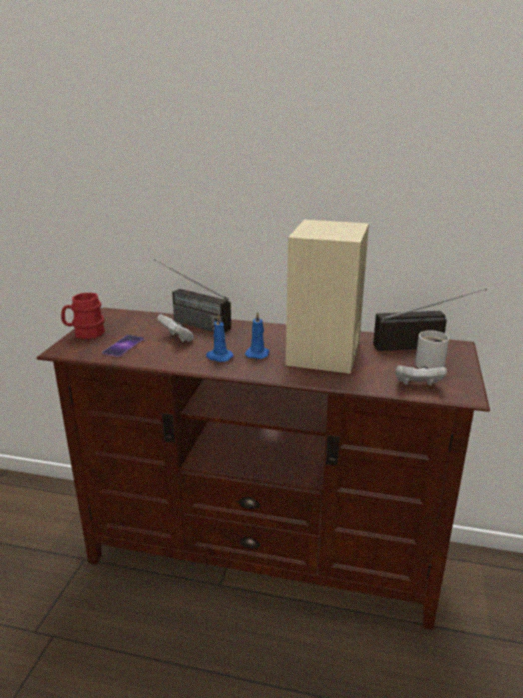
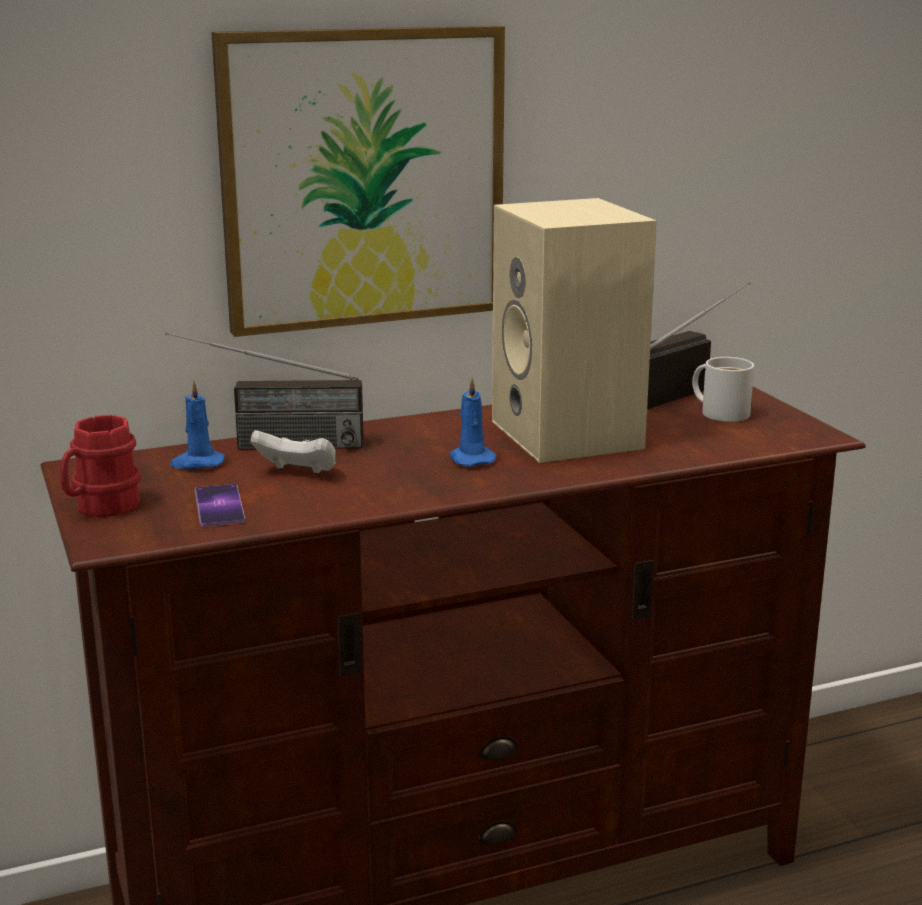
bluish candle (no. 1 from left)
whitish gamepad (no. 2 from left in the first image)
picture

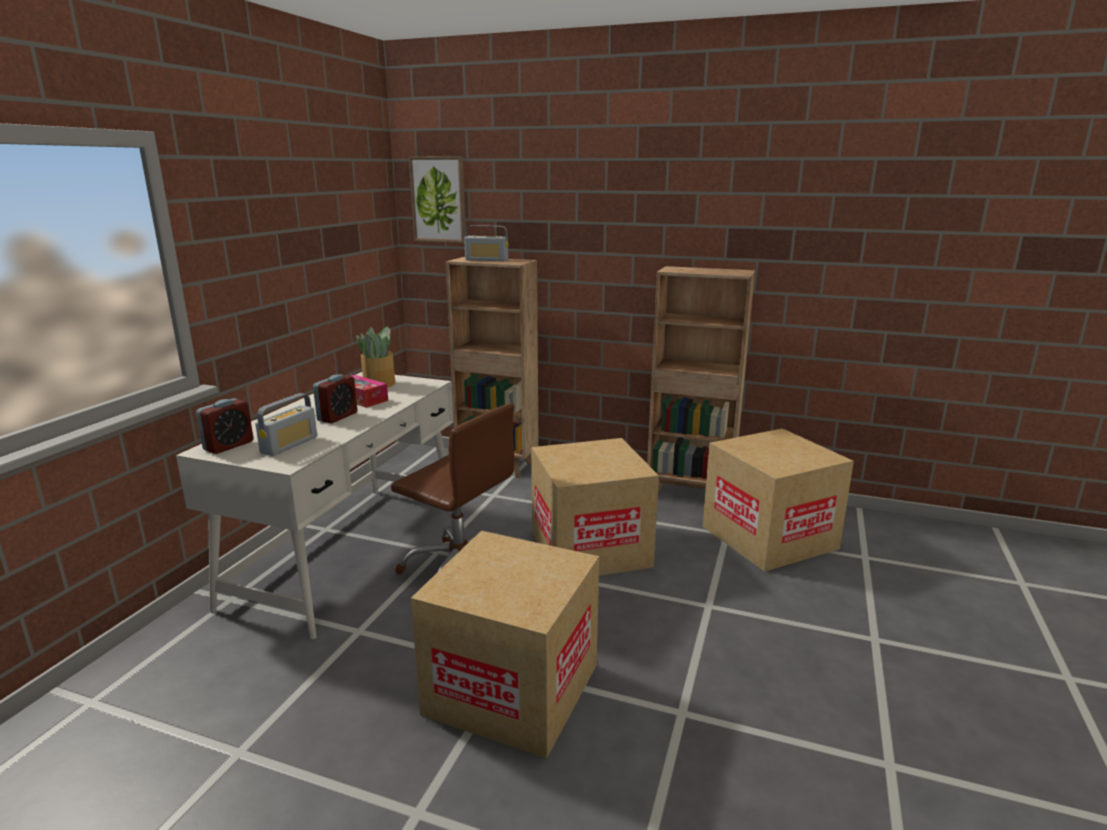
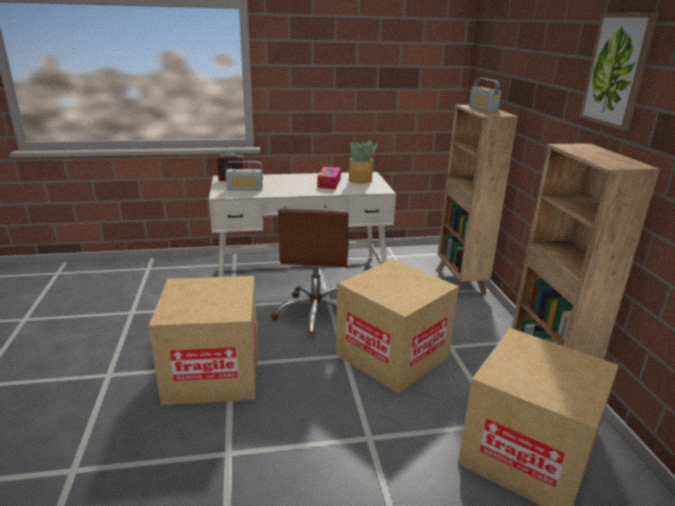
picture
alarm clock (no. 2 from left in the first image)

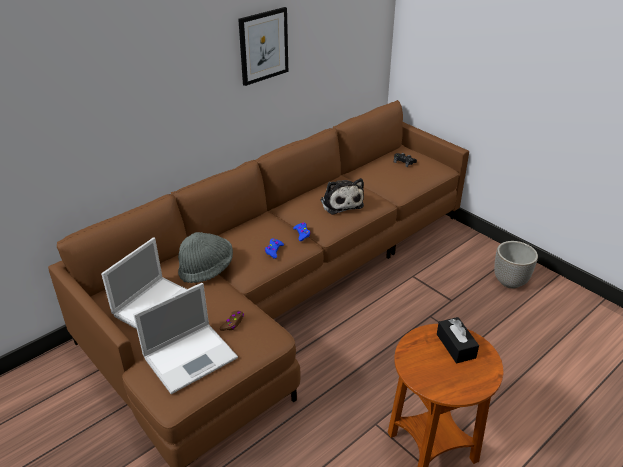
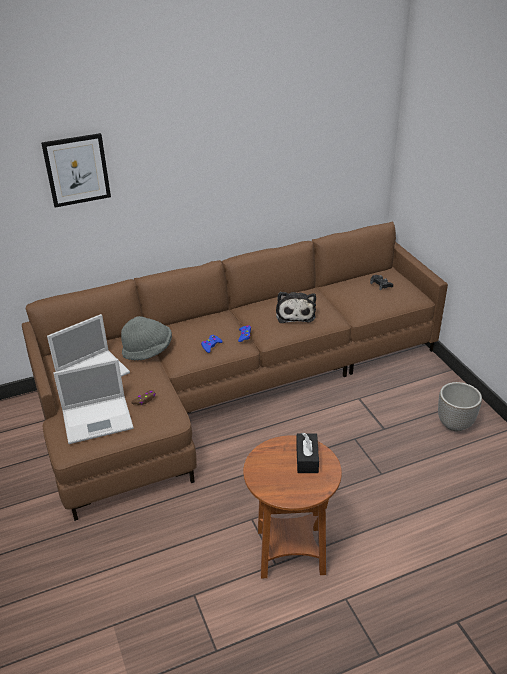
picture

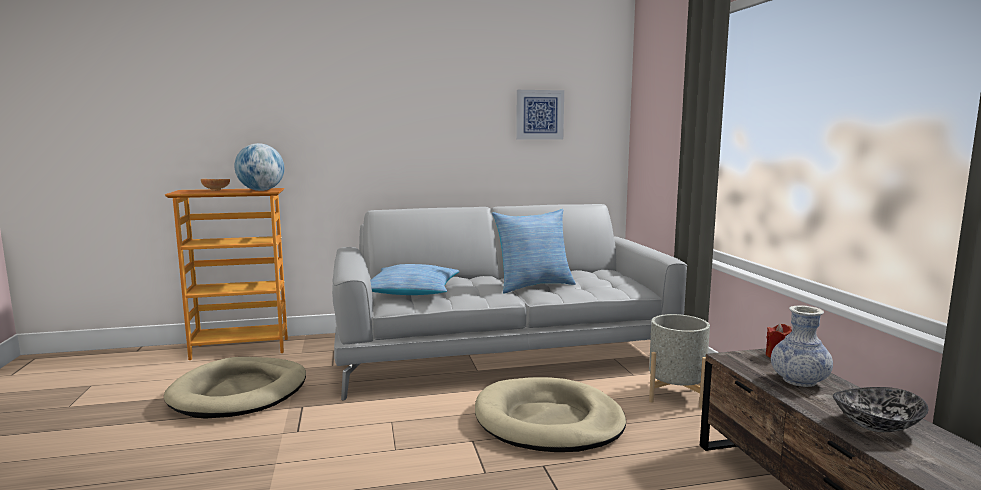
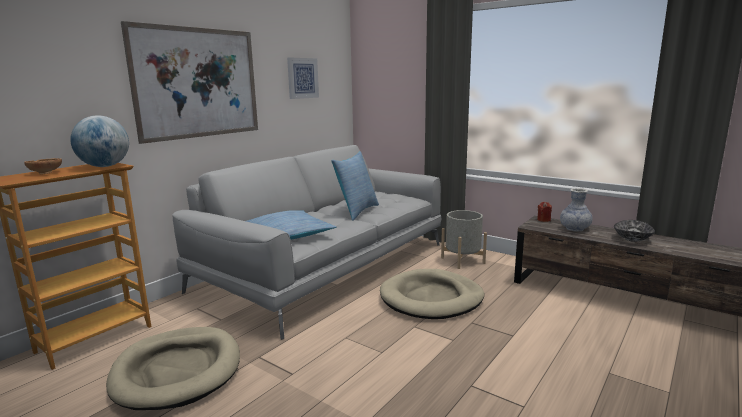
picture (no. 1 from left)

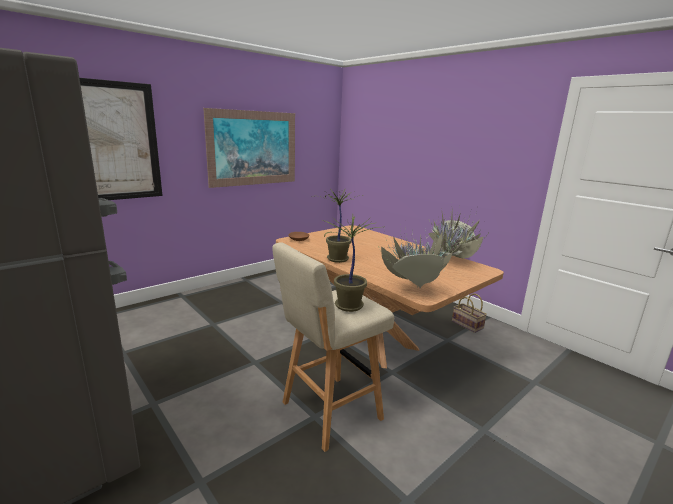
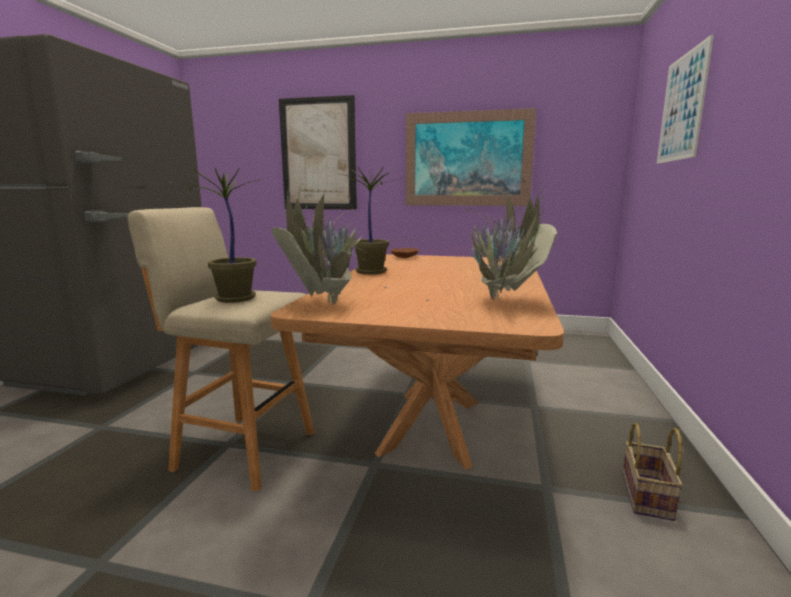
picture (no. 3 from left)

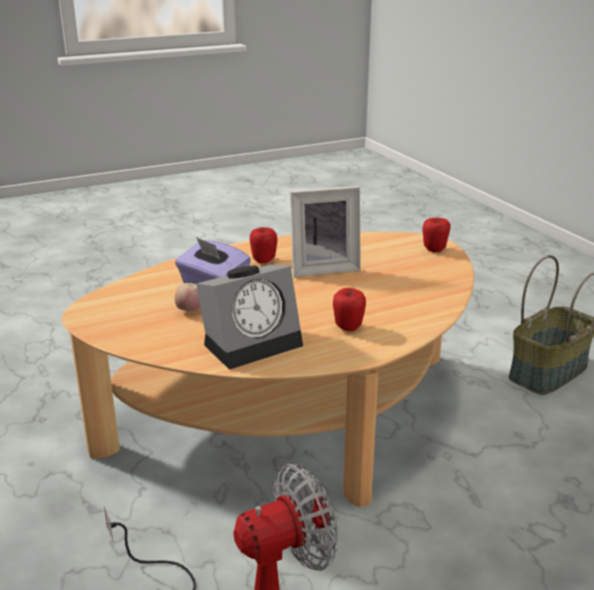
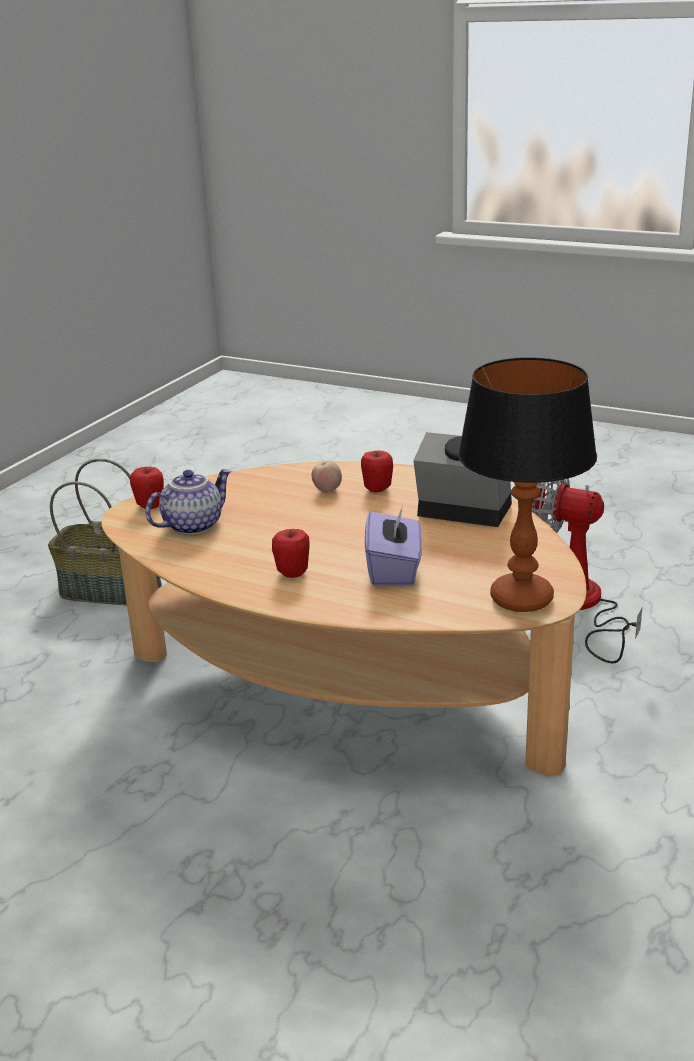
standing frame
apple (no. 3 from left)
tabletop lamp
pot for tea

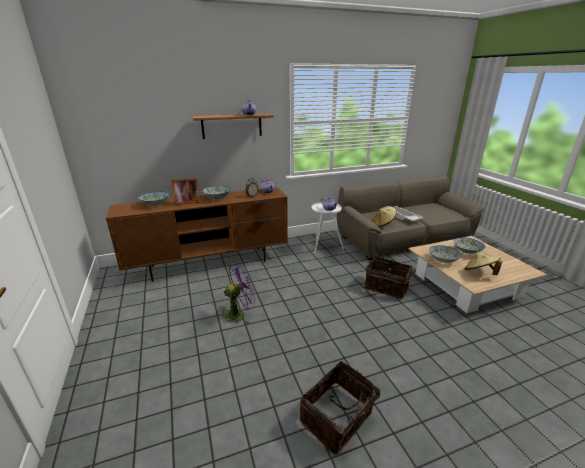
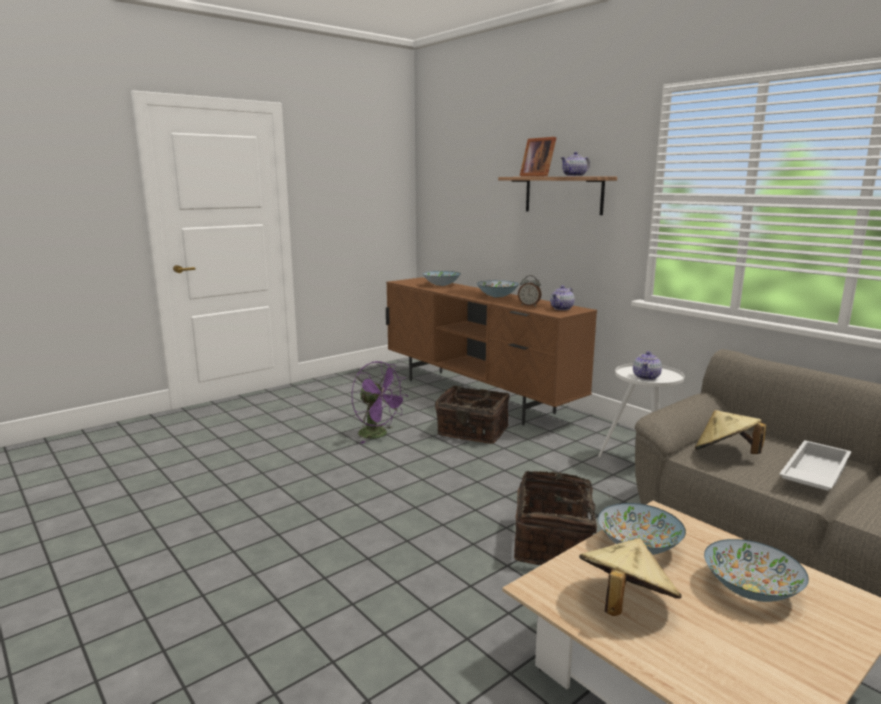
standing frame
household basket (no. 1 from left)

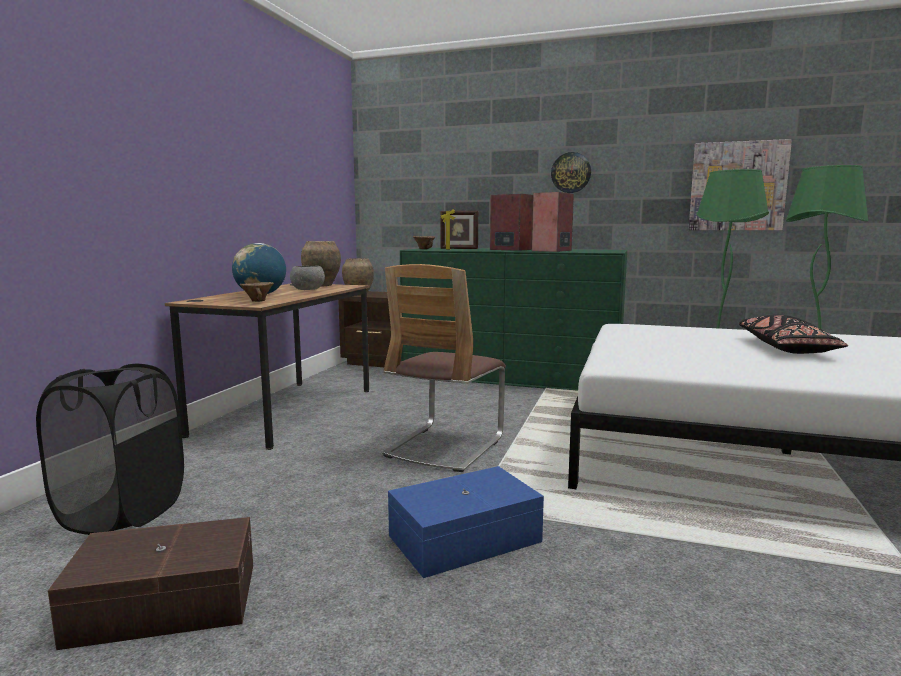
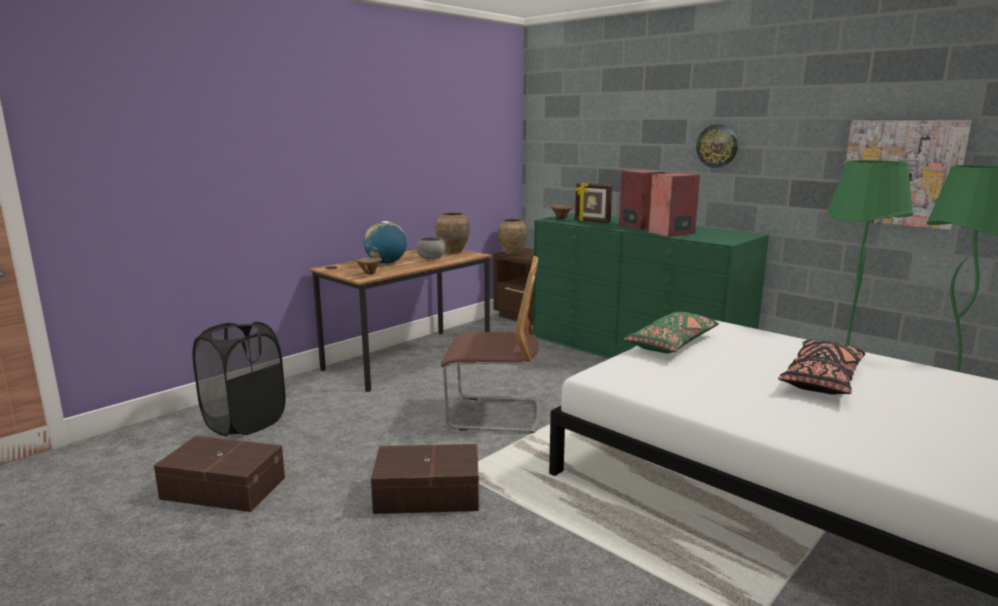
chair
brown storage container (no. 2 from left)
green-coloured pillow

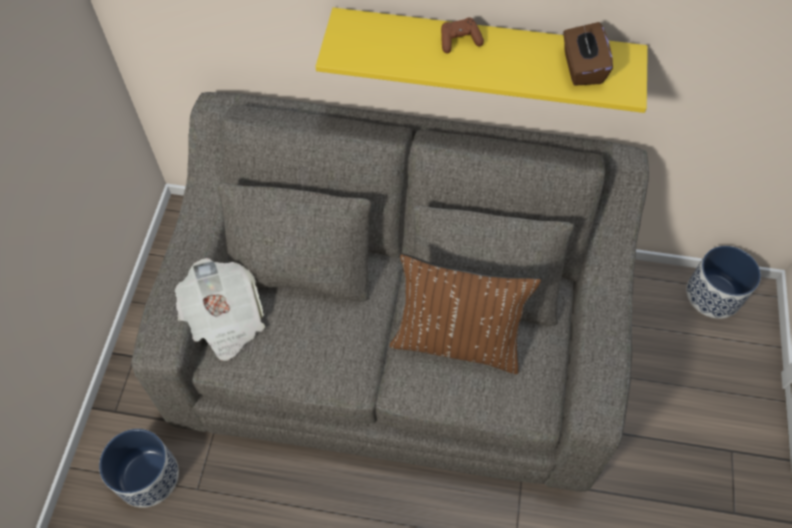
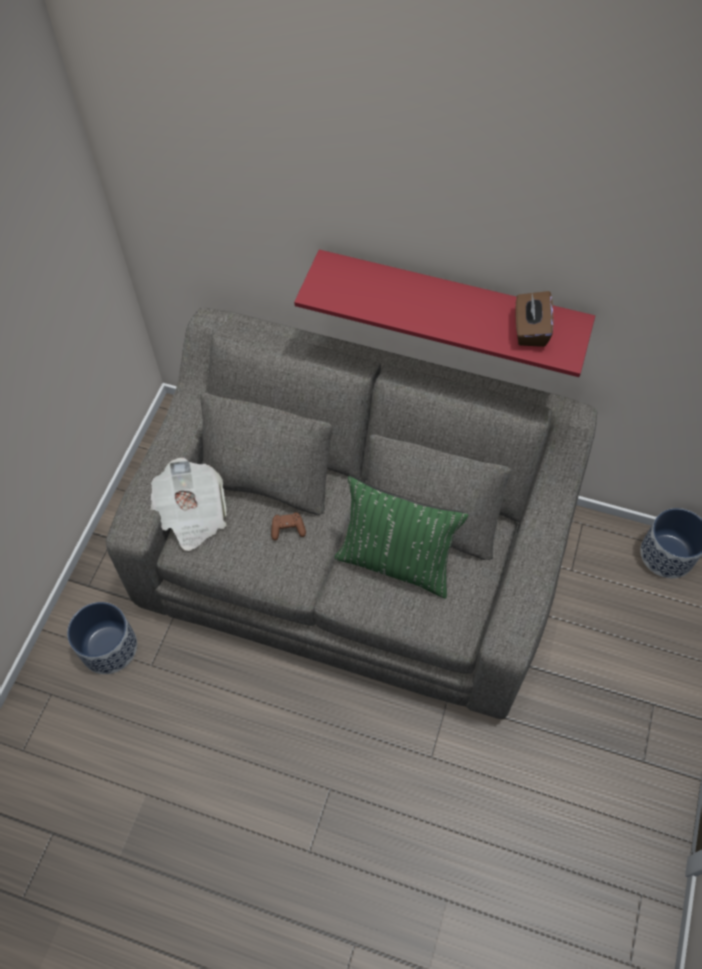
red-coloured wall shelf
brown gamepad
green-coloured pillow

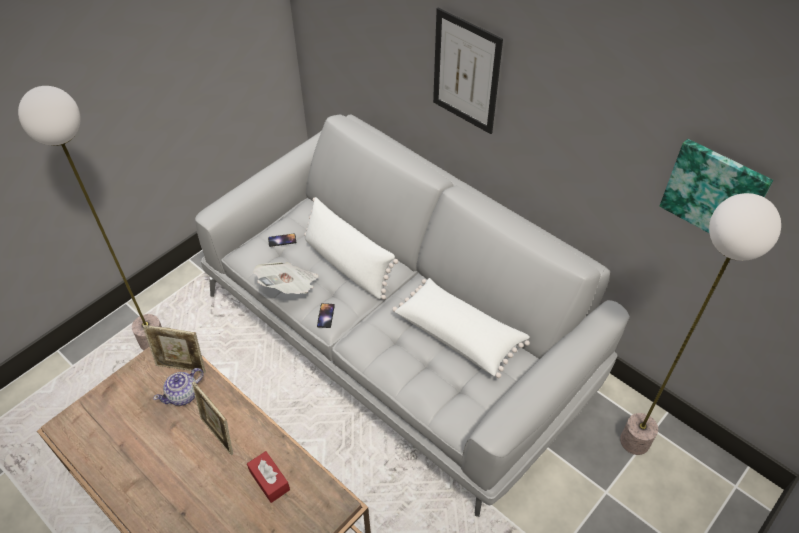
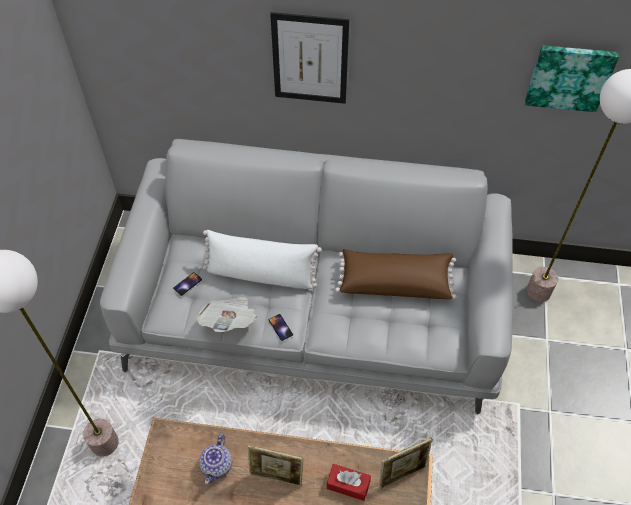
brown pillow
standing frame (no. 2 from left)

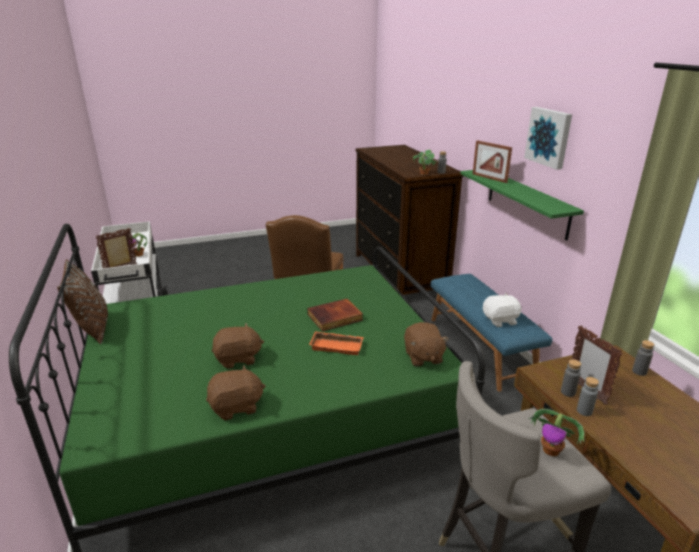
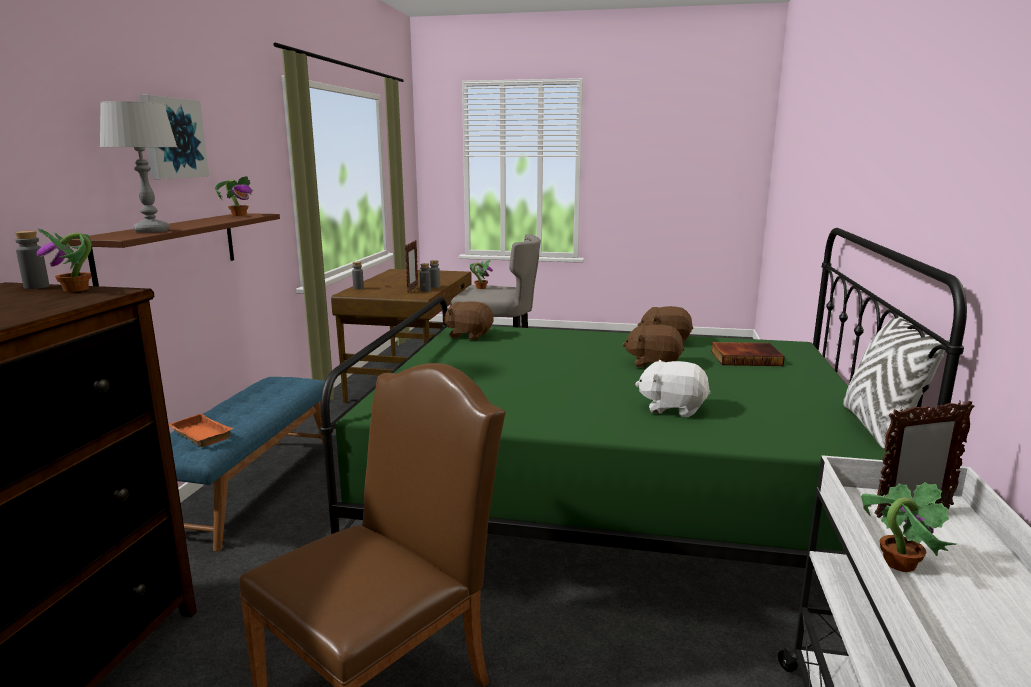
greyish tabletop lamp
brown wall shelf
whitish pillow
whitish cuddly toy
bound book
brown cuddly toy (no. 1 from left)
orangey carrying tray
houseplant (no. 2 from left)

